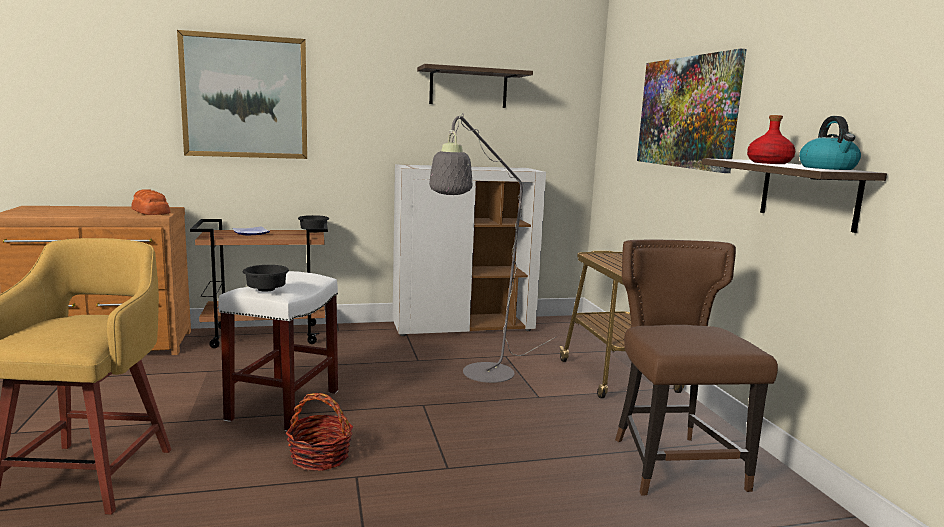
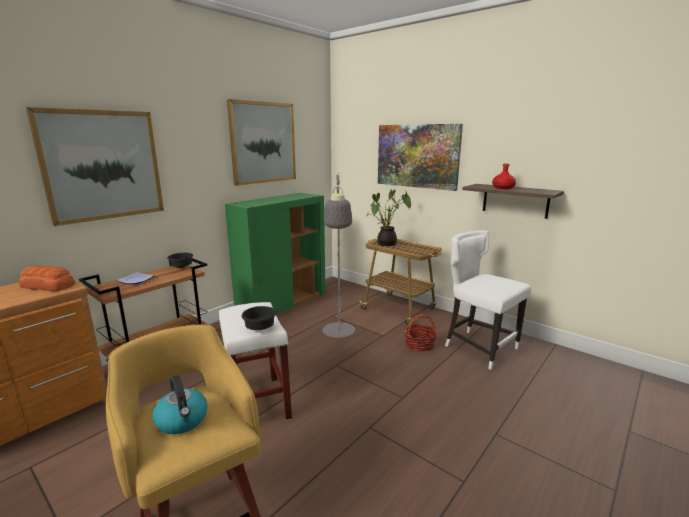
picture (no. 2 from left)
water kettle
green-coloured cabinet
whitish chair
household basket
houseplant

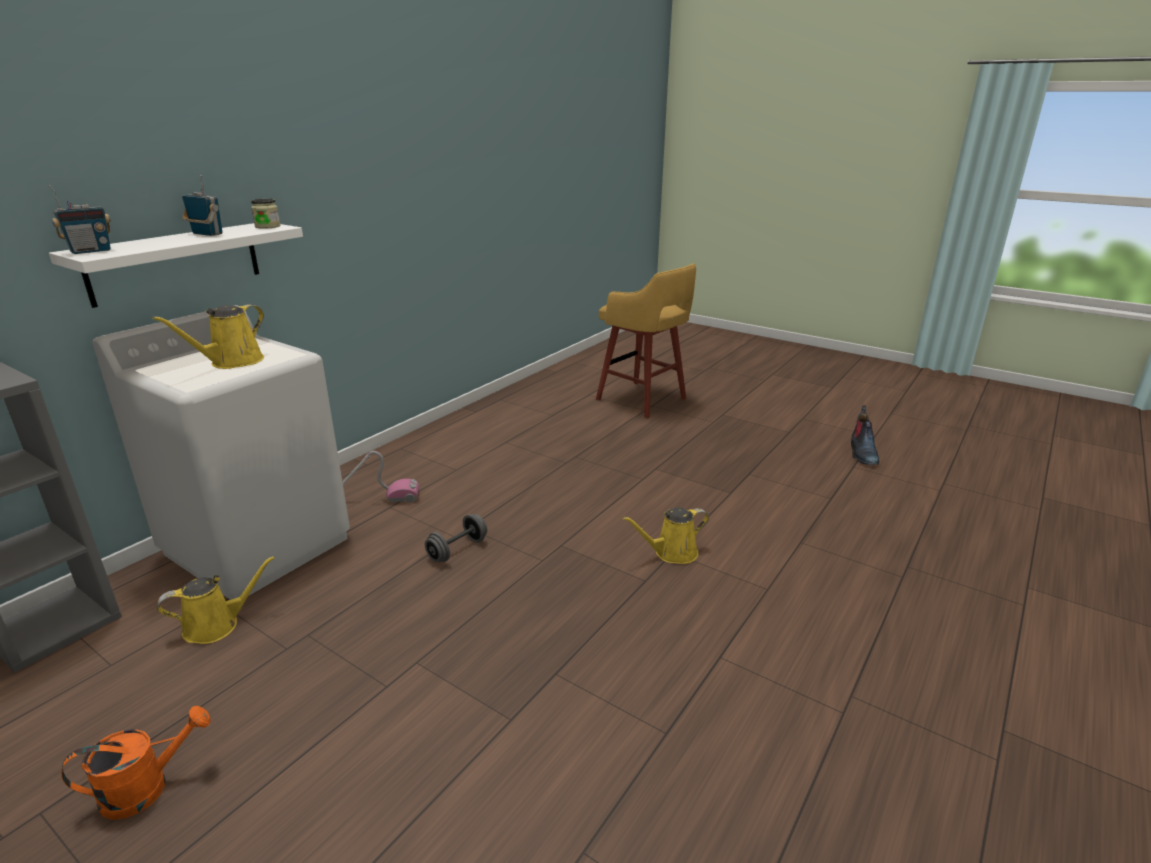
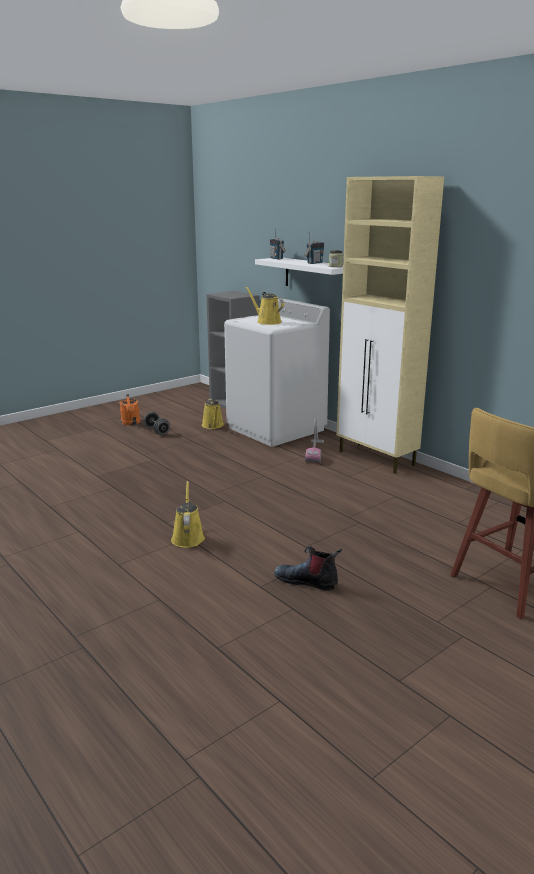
boot
greyish dumbbell
beige cabinet

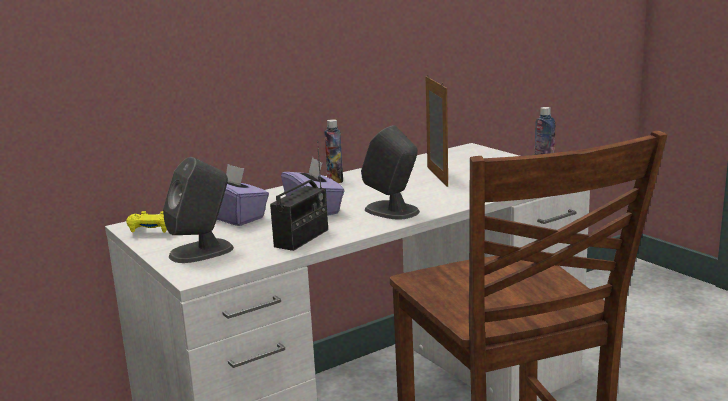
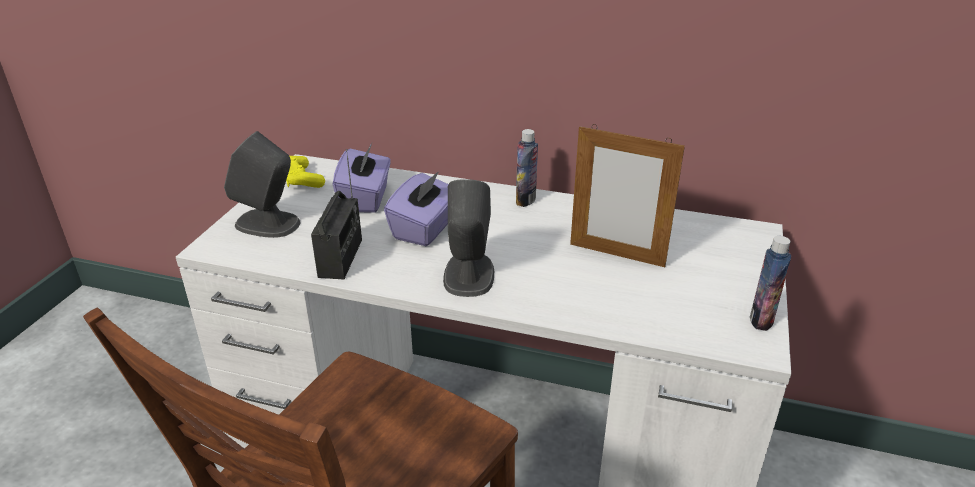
standing frame
radio

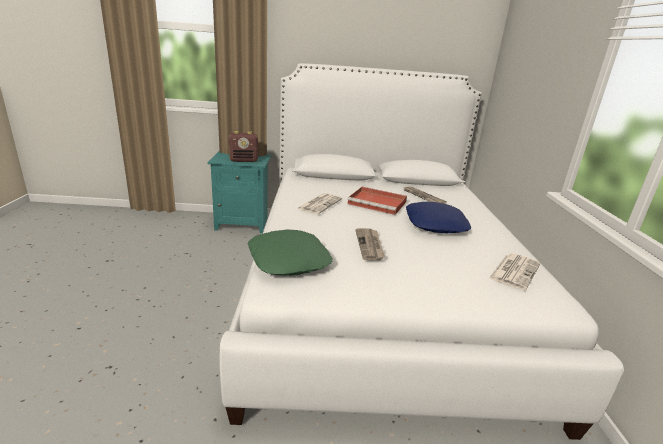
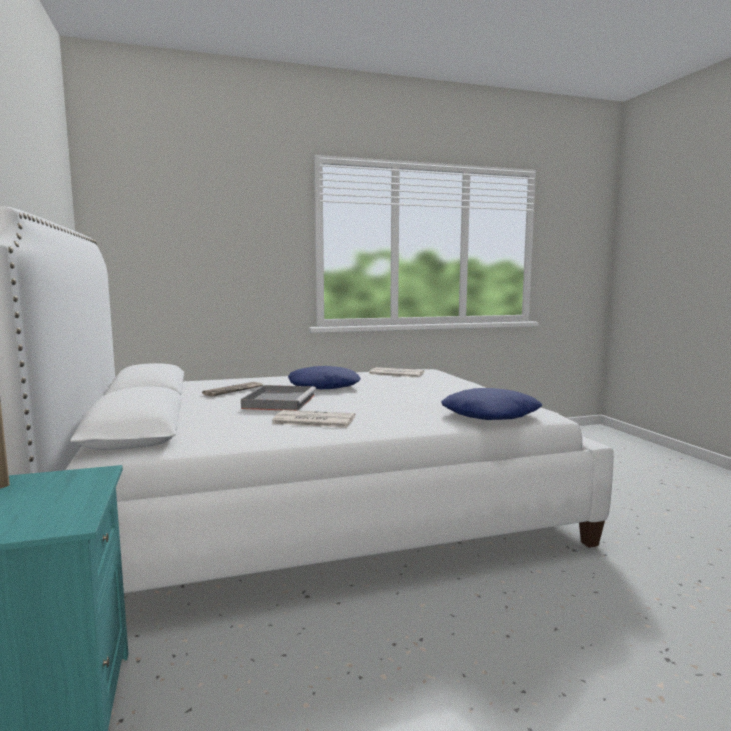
radio
greyish carrying tray
daily paper (no. 2 from left in the first image)
bluish pillow (no. 2 from left)

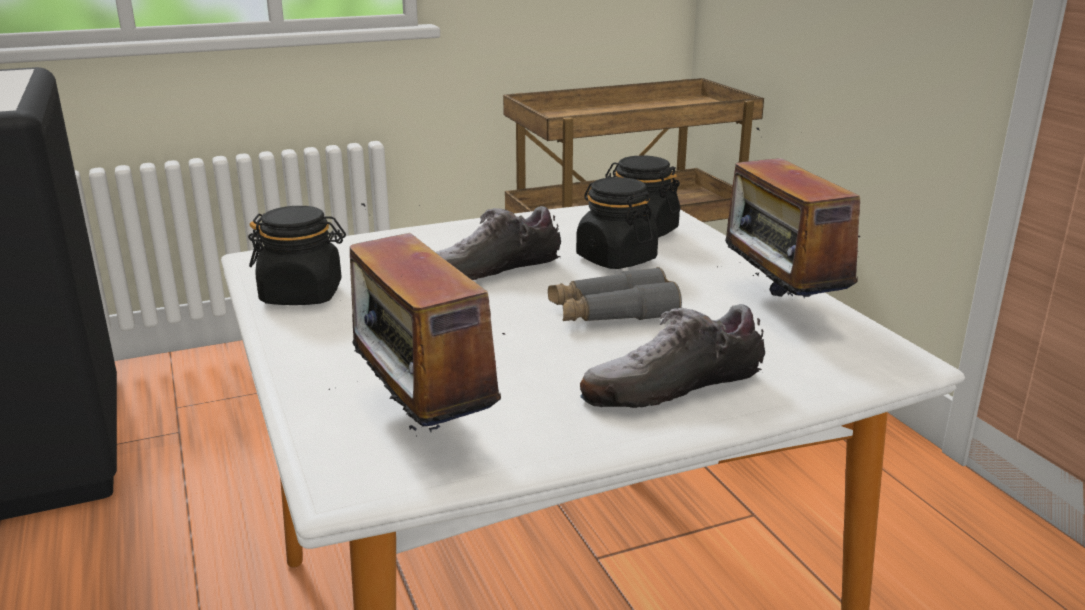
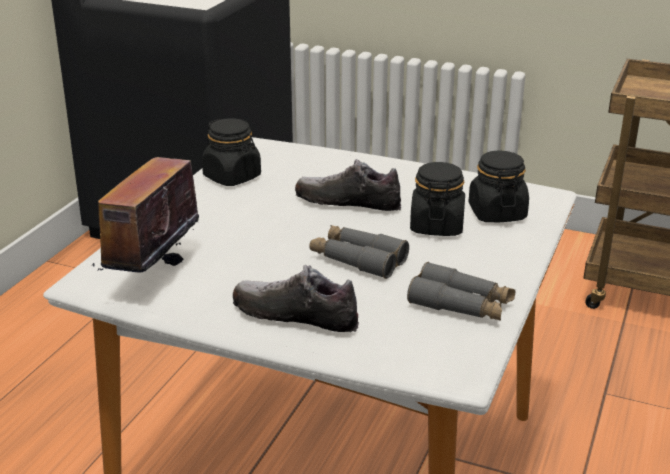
greyish field glasses (no. 2 from left)

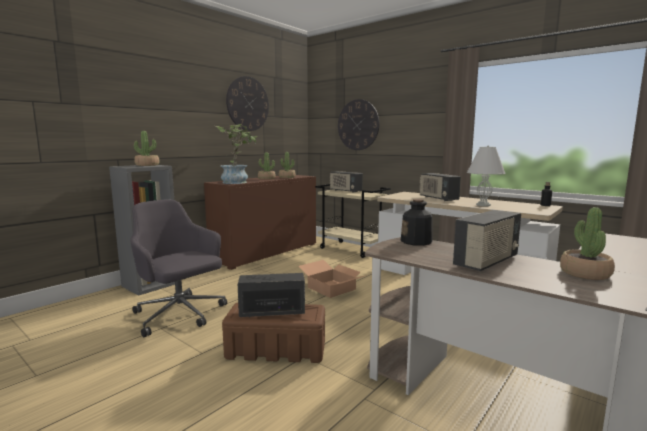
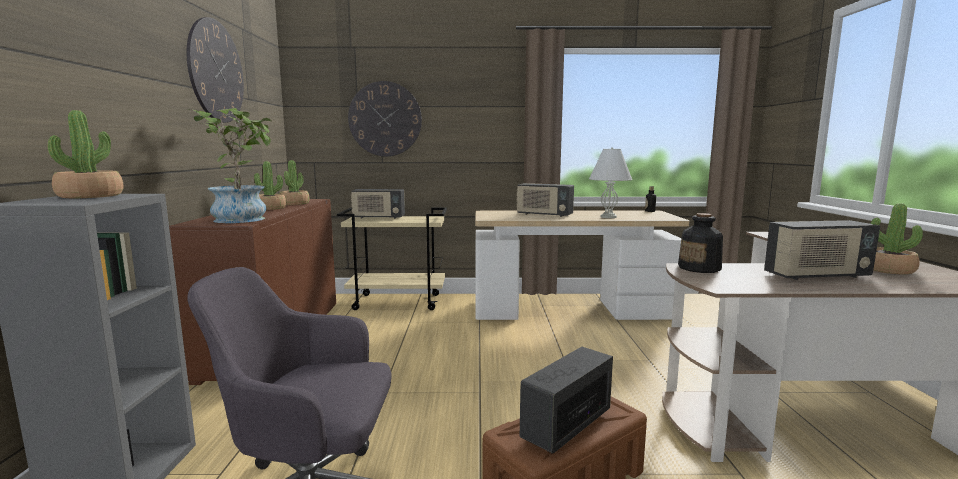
radio (no. 4 from left)
packing box

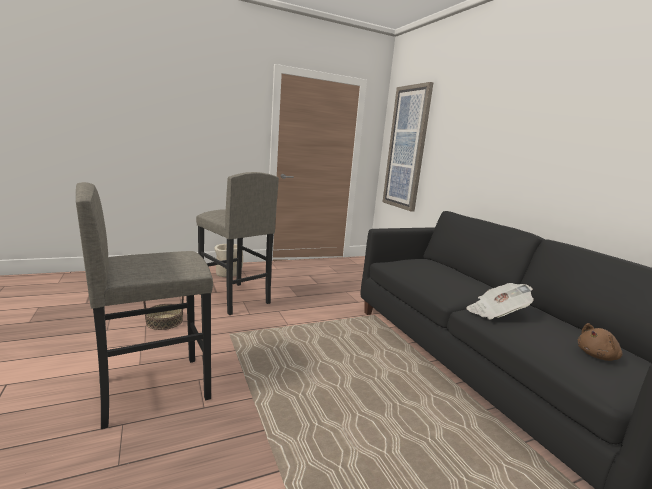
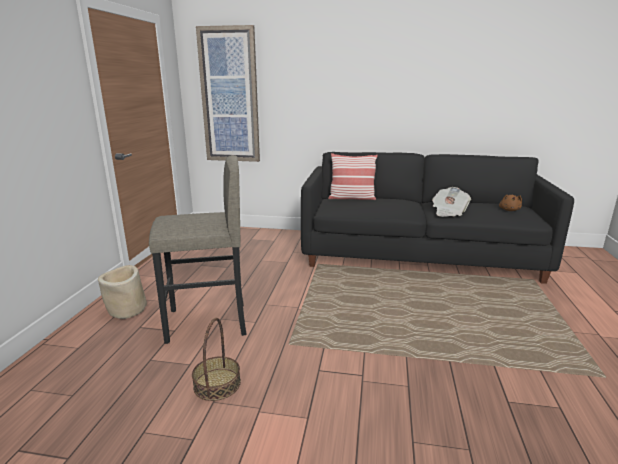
greyish stool (no. 1 from left in the first image)
pillow

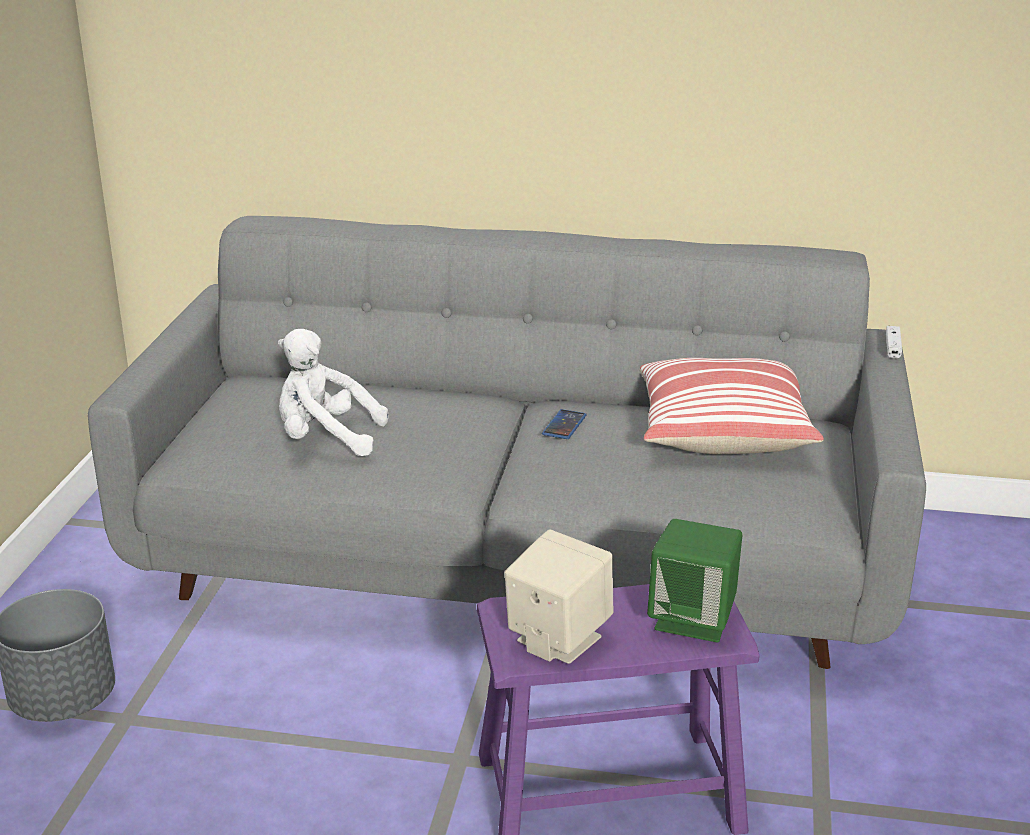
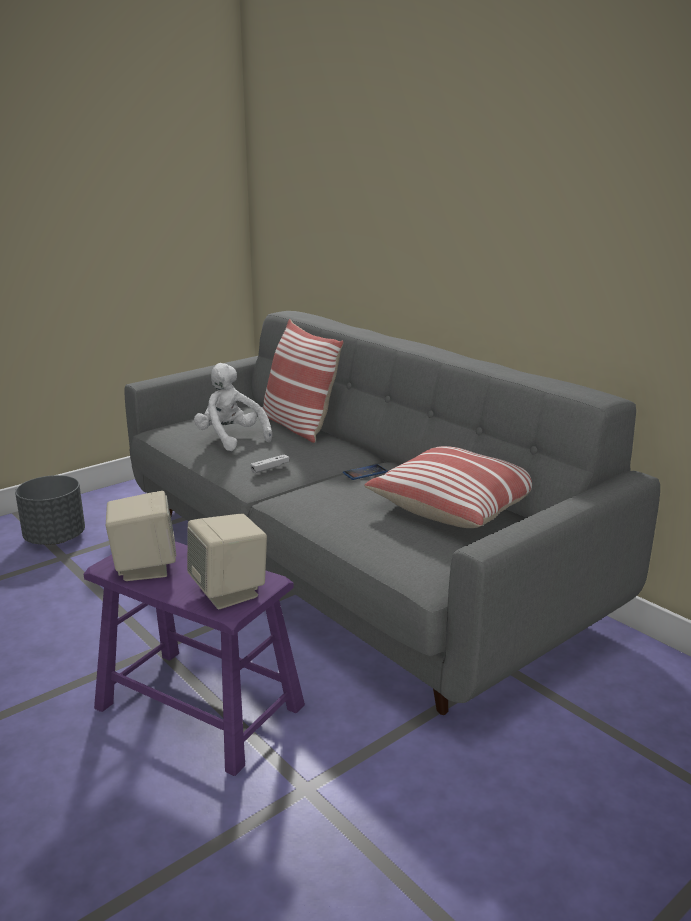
whitish gamepad
beige speaker (no. 2 from left)
pillow (no. 1 from left)

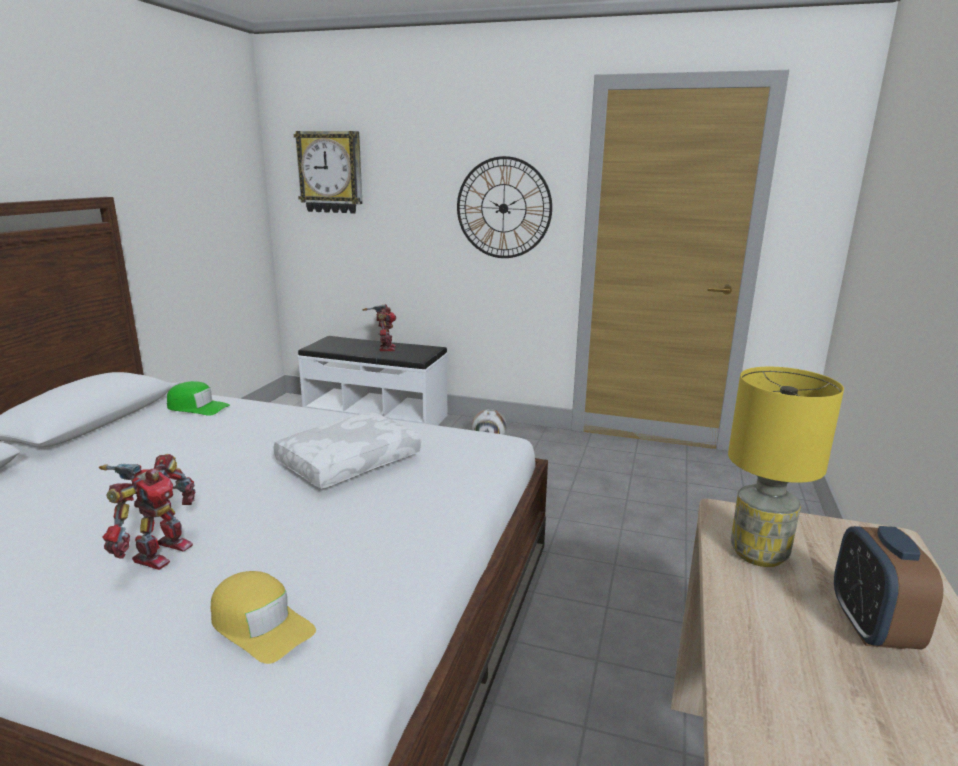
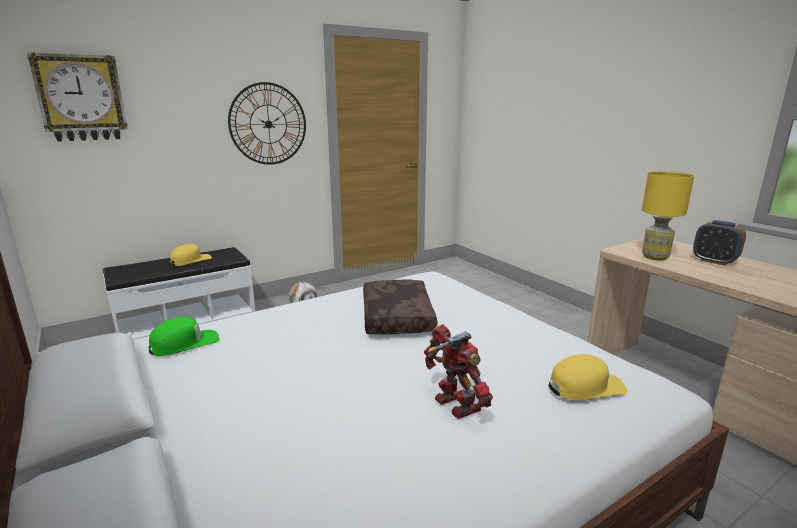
yellow peaked cap (no. 1 from left)
brown pillow

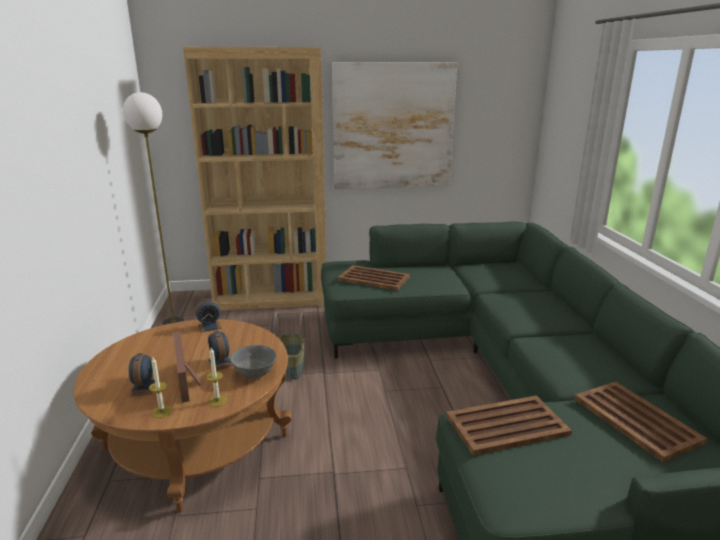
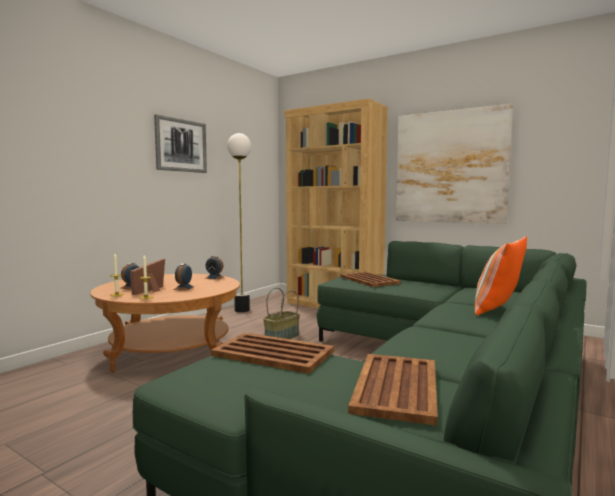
greyish deep dish
picture (no. 1 from left)
pillow

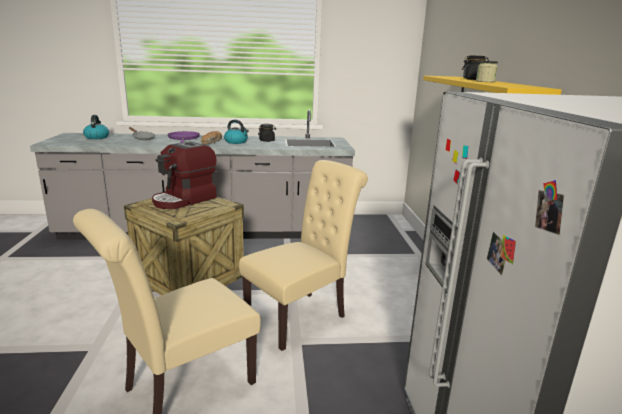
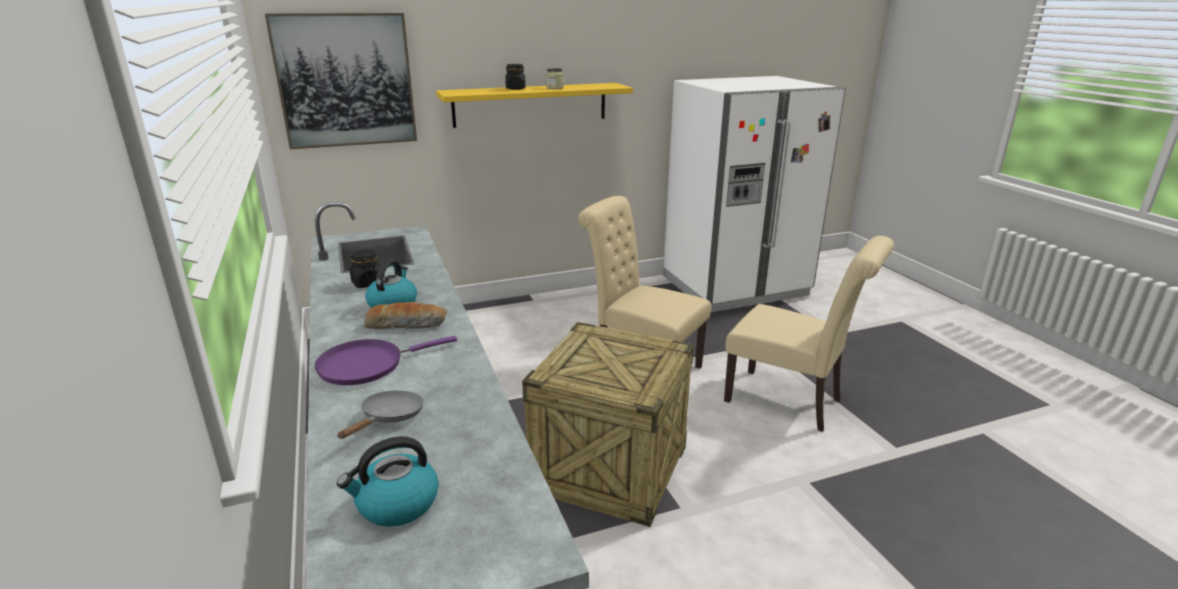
coffee maker
picture

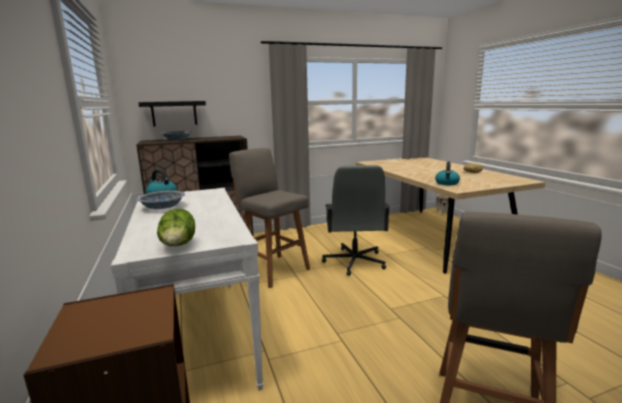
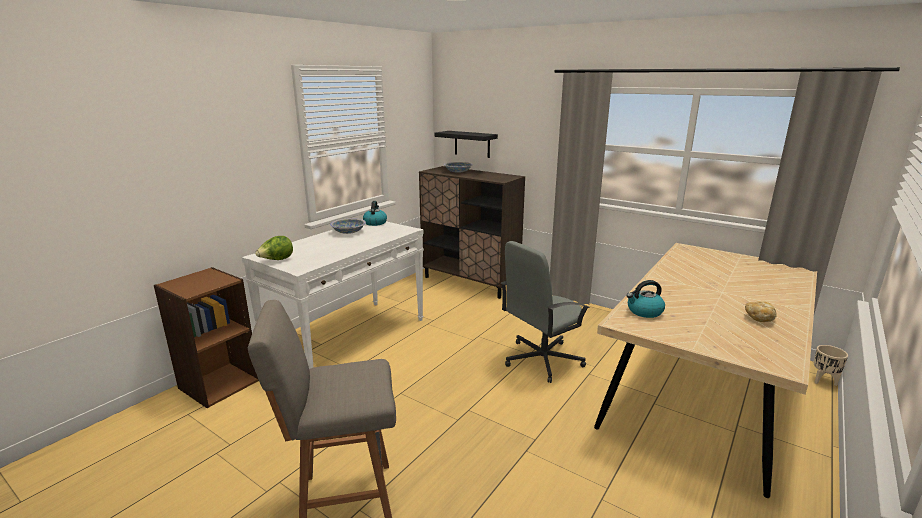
greyish stool (no. 1 from left in the first image)

